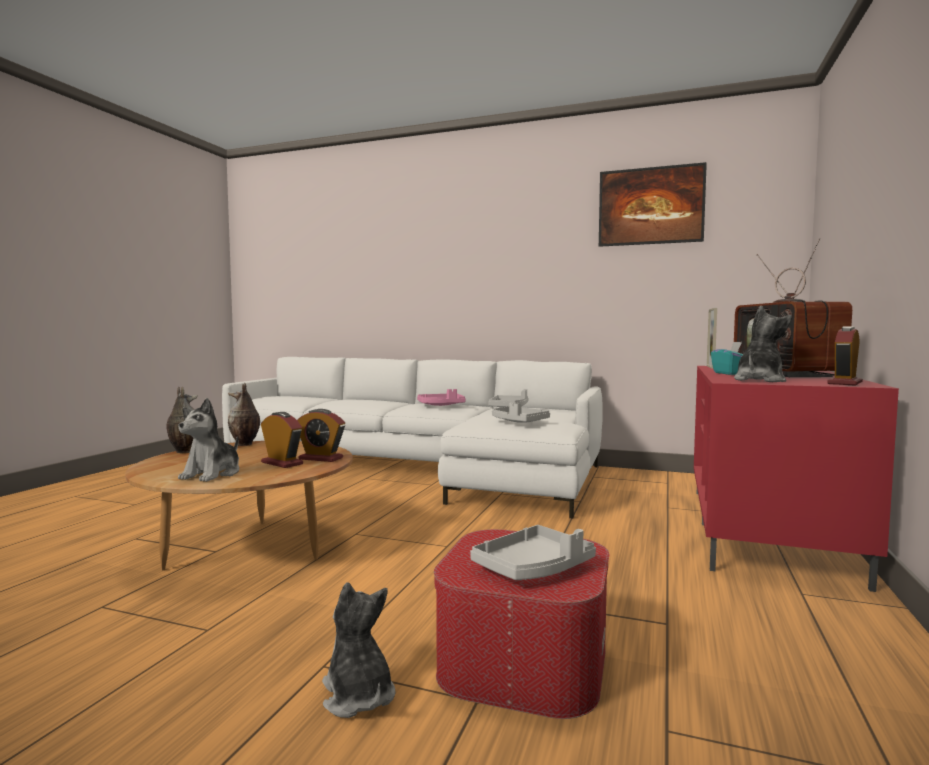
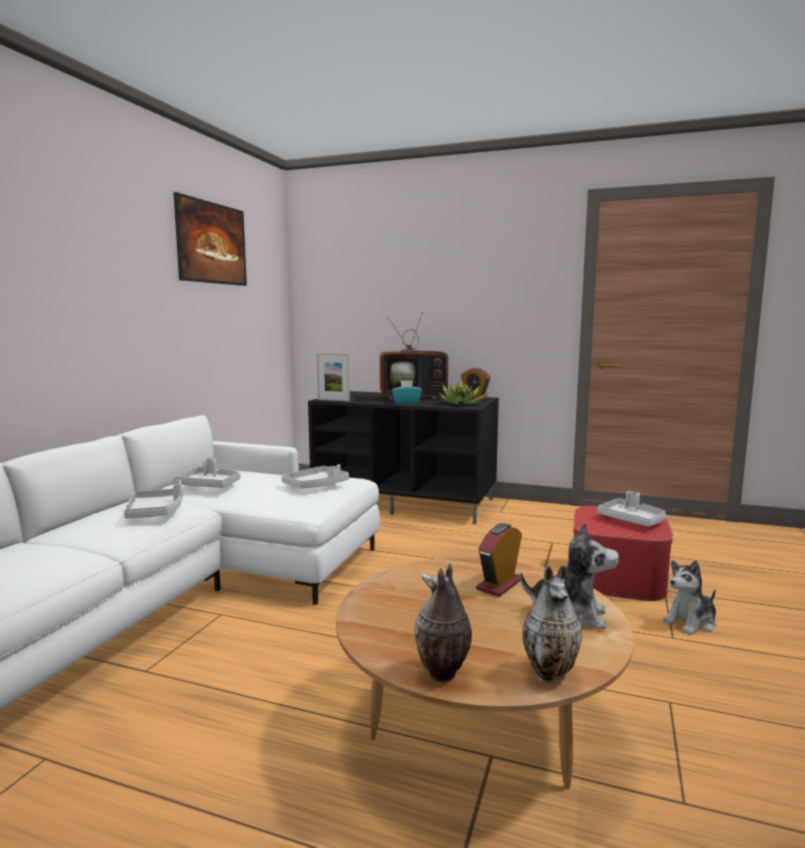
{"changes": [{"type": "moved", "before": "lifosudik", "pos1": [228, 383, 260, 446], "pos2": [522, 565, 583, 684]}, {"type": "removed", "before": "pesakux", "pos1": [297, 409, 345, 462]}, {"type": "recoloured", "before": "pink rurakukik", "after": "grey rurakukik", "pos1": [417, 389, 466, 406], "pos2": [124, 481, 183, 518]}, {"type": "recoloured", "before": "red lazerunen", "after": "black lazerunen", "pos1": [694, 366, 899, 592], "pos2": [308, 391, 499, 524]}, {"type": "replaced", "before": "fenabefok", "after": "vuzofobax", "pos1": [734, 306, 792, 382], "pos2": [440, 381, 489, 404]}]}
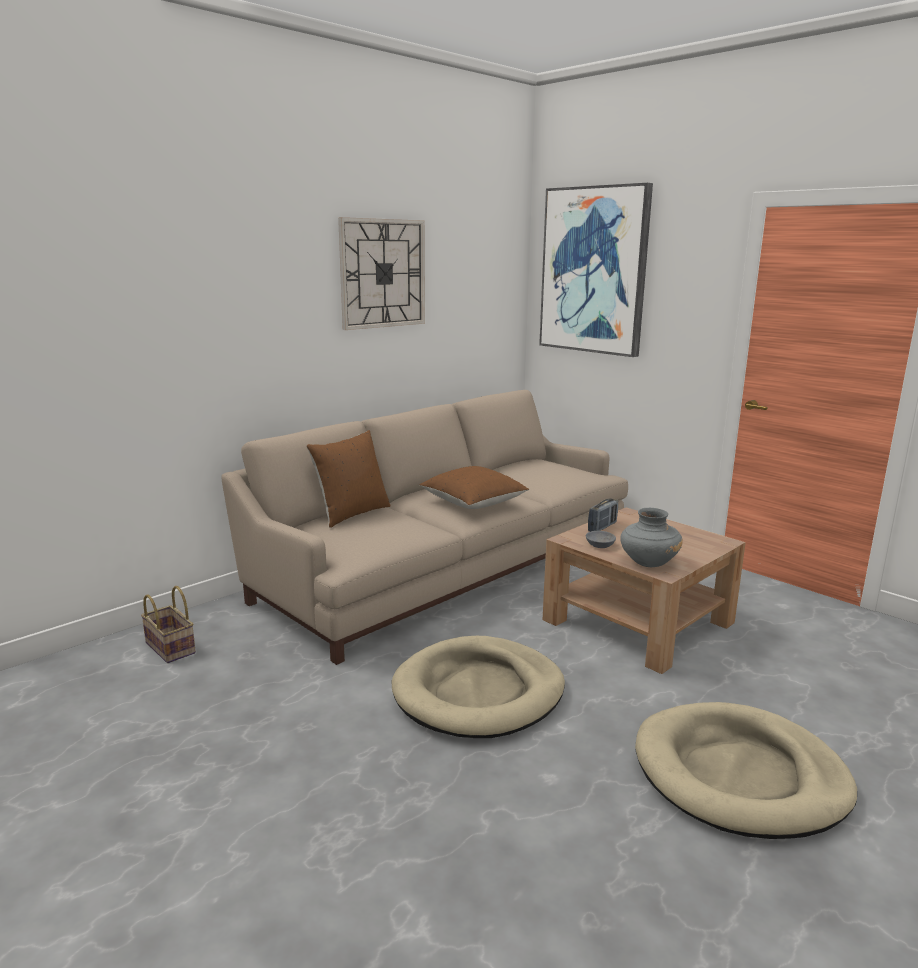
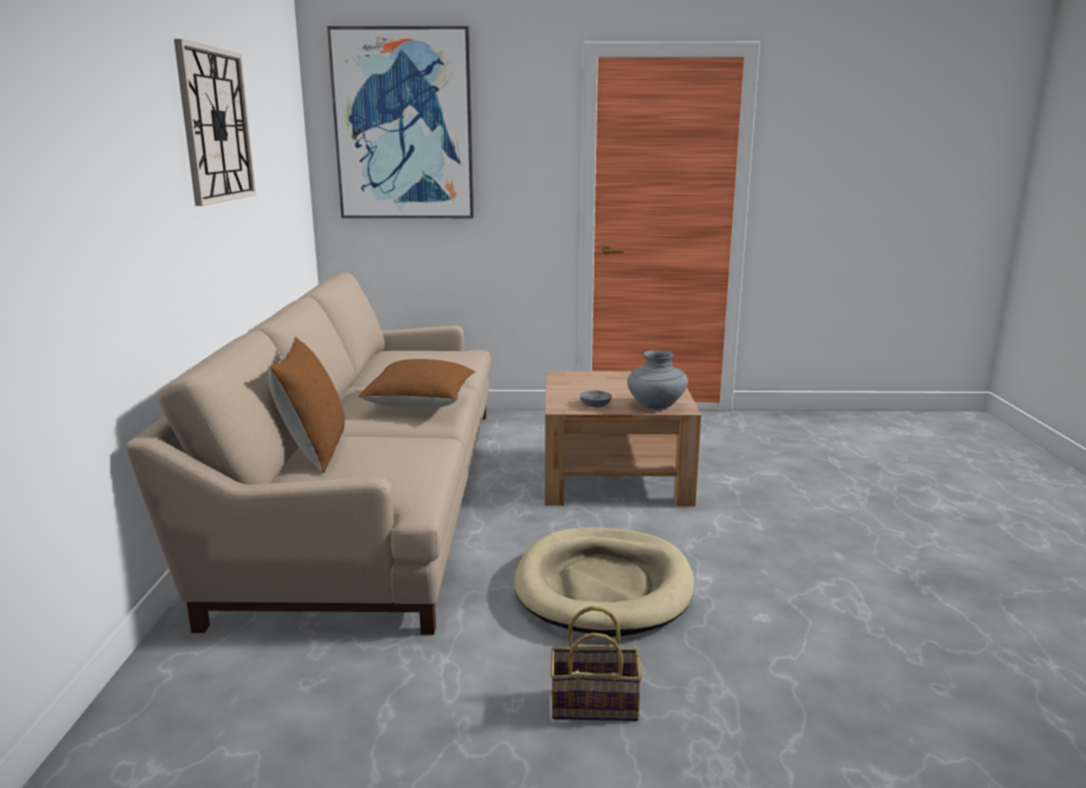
{"changes": [{"type": "moved", "before": "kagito", "pos1": [141, 586, 196, 663], "pos2": [550, 606, 642, 721]}, {"type": "removed", "before": "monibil", "pos1": [588, 498, 618, 532]}, {"type": "removed", "before": "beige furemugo", "pos1": [635, 702, 857, 839]}]}
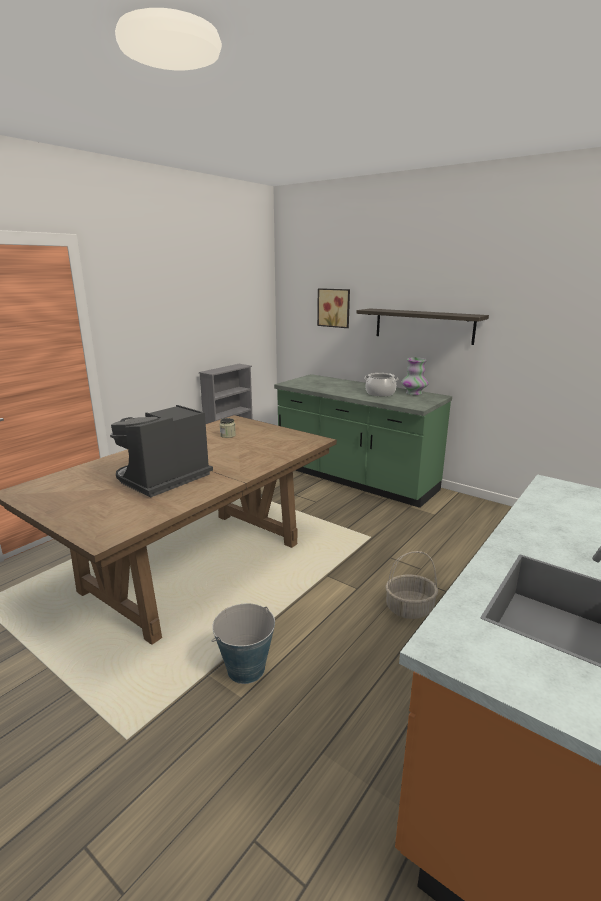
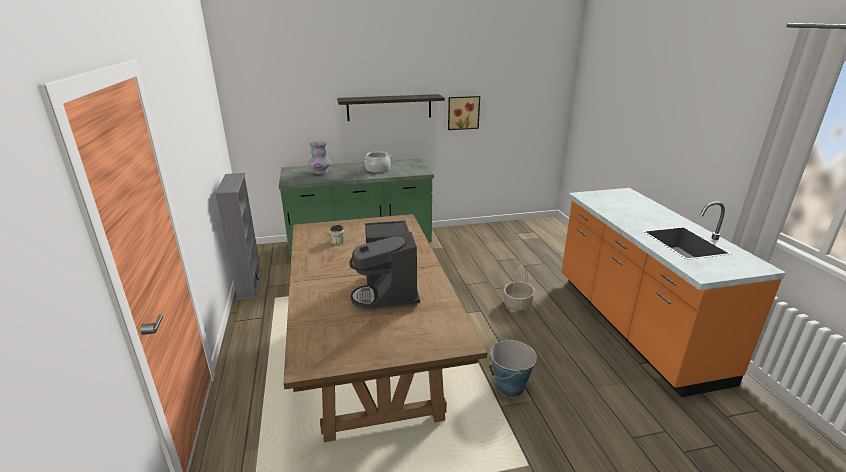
{"changes": [{"type": "moved", "before": "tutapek", "pos1": [317, 288, 350, 328], "pos2": [448, 96, 480, 130]}, {"type": "moved", "before": "lifosudik", "pos1": [401, 357, 429, 395], "pos2": [308, 141, 331, 174]}]}
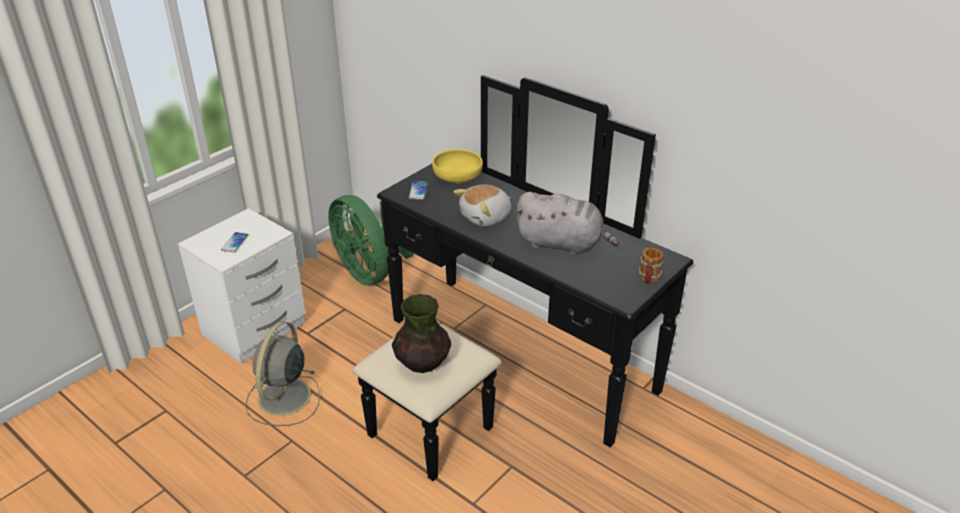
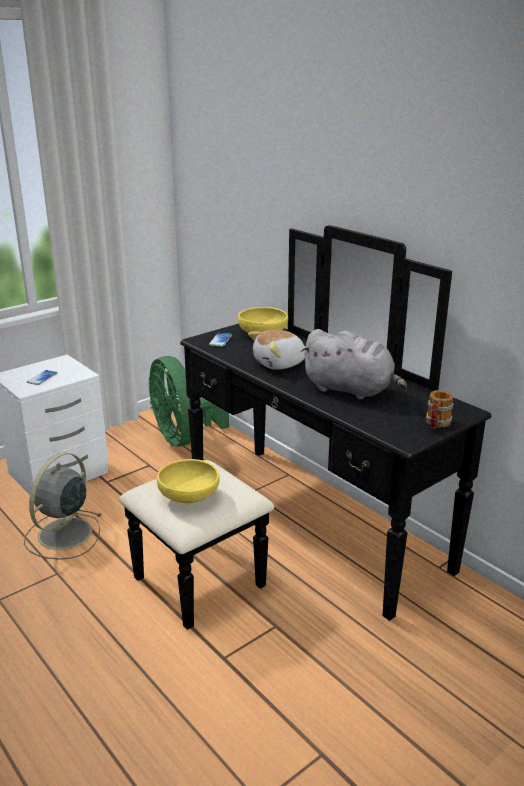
{"changes": [{"type": "replaced", "before": "lifosudik", "after": "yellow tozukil", "pos1": [392, 294, 452, 373], "pos2": [157, 459, 220, 503]}]}
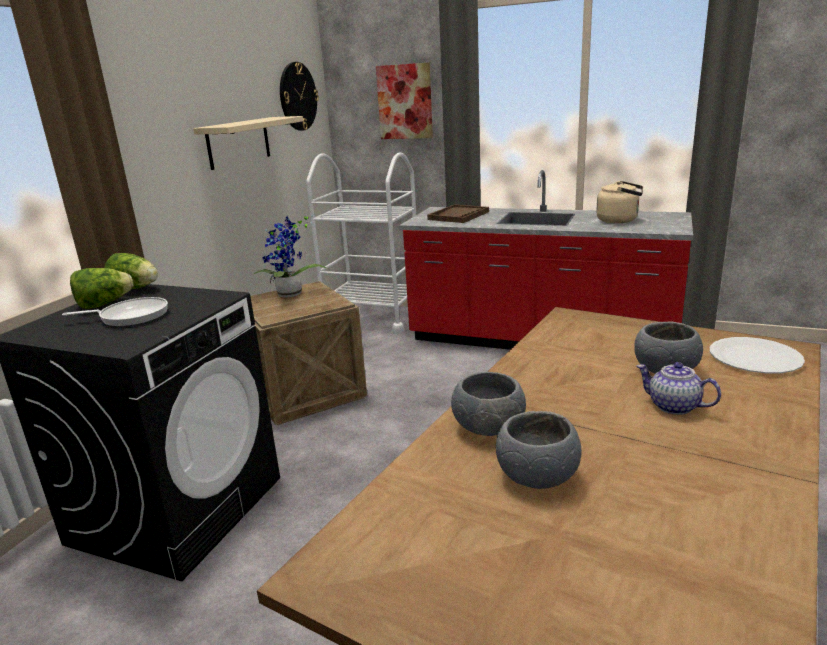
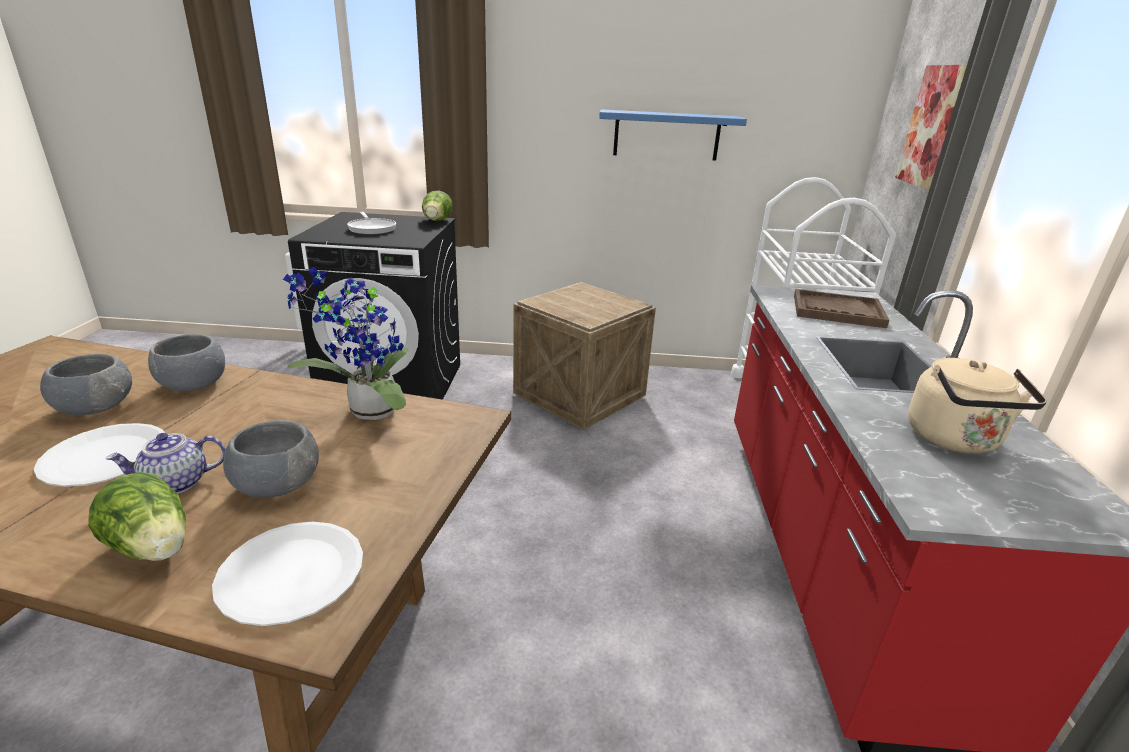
{"changes": [{"type": "moved", "before": "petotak", "pos1": [70, 268, 134, 309], "pos2": [88, 472, 186, 561]}, {"type": "recoloured", "before": "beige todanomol", "after": "blue todanomol", "pos1": [193, 116, 303, 170], "pos2": [599, 109, 747, 161]}, {"type": "moved", "before": "vuzofobax", "pos1": [253, 215, 328, 298], "pos2": [282, 267, 409, 420]}, {"type": "removed", "before": "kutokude", "pos1": [280, 62, 319, 131]}, {"type": "turned", "before": "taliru", "pos1": [637, 362, 721, 415], "pos2": [105, 433, 226, 494], "turn": -135}, {"type": "added", "after": "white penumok", "pos2": [34, 423, 165, 487]}]}
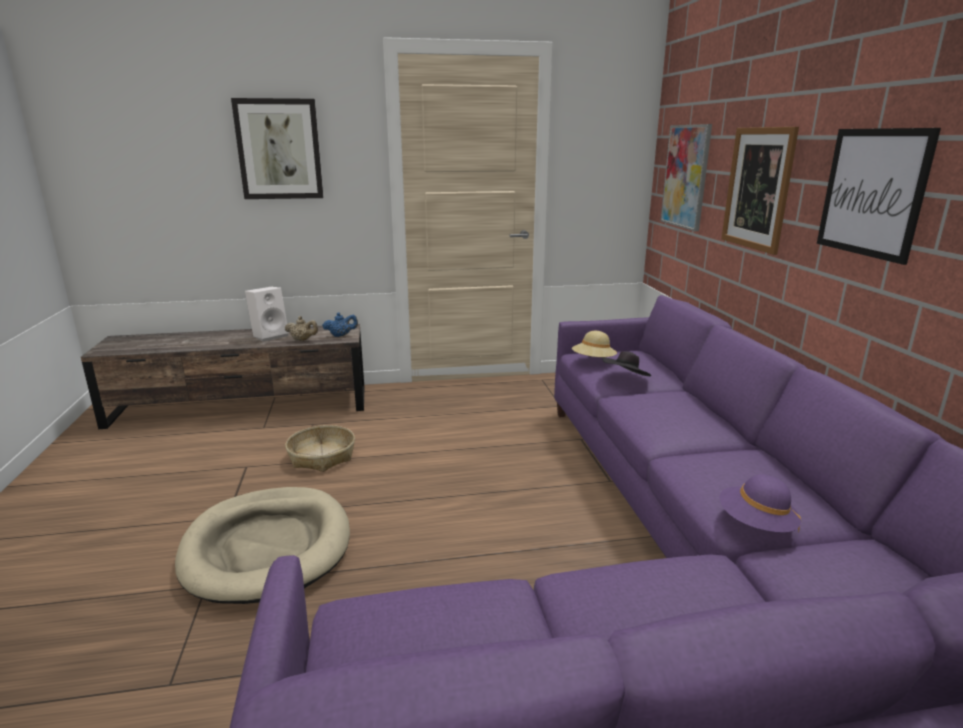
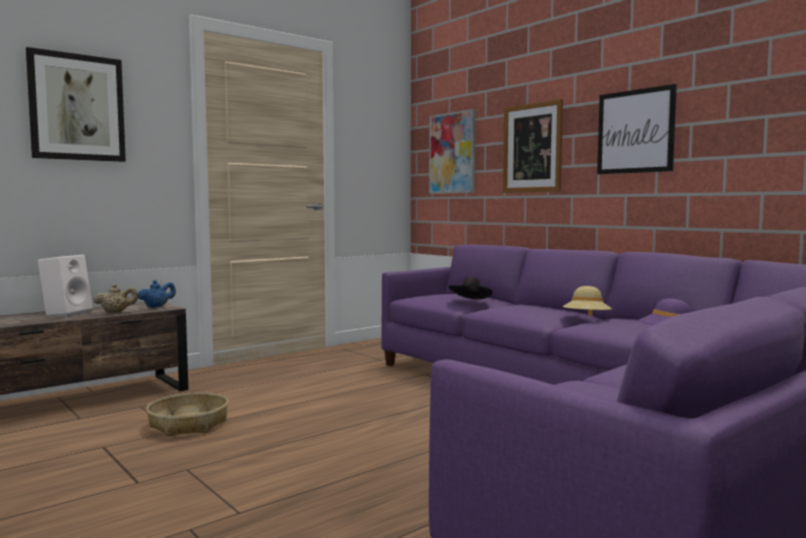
{"changes": [{"type": "removed", "before": "beige furemugo", "pos1": [175, 487, 350, 604]}, {"type": "moved", "before": "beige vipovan", "pos1": [572, 331, 617, 357], "pos2": [562, 286, 612, 316]}]}
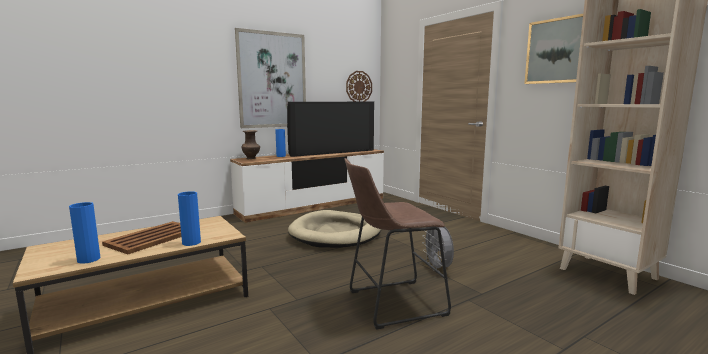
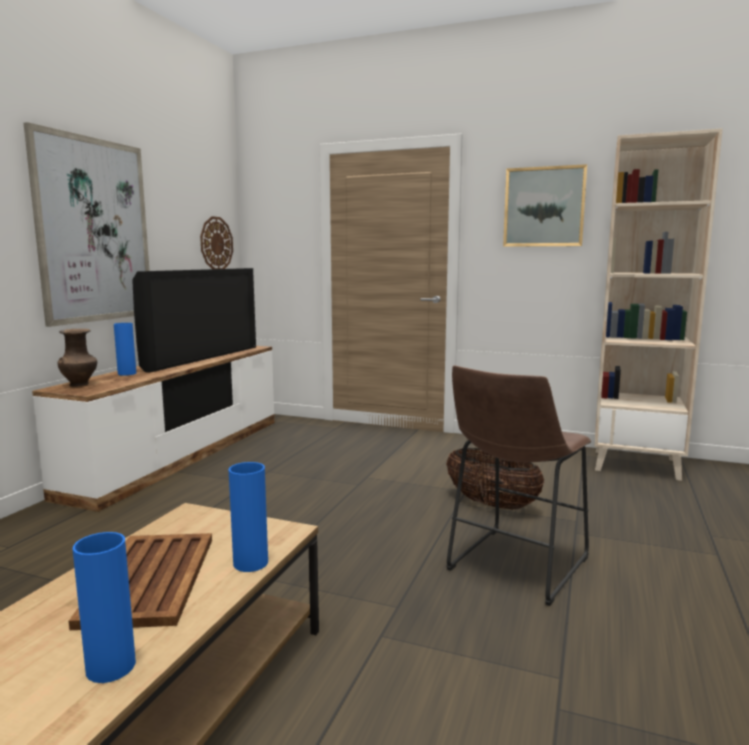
{"changes": [{"type": "removed", "before": "beige furemugo", "pos1": [288, 210, 382, 248]}, {"type": "replaced", "before": "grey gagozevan", "after": "kagito", "pos1": [422, 226, 454, 271], "pos2": [446, 448, 544, 510]}]}
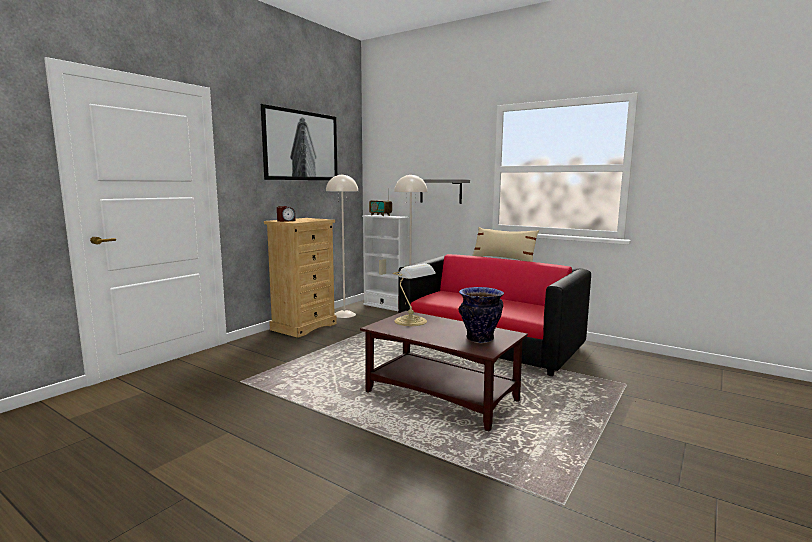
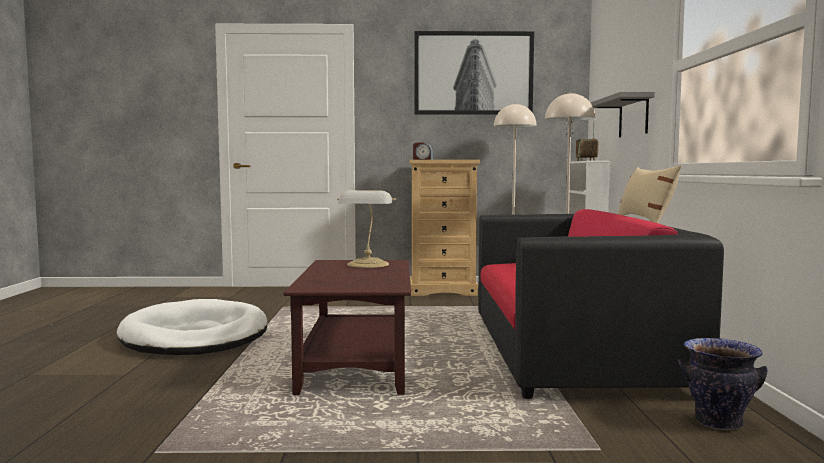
{"changes": [{"type": "moved", "before": "lifosudik", "pos1": [459, 287, 504, 343], "pos2": [678, 338, 767, 430]}, {"type": "added", "after": "white furemugo", "pos2": [117, 299, 268, 355]}]}
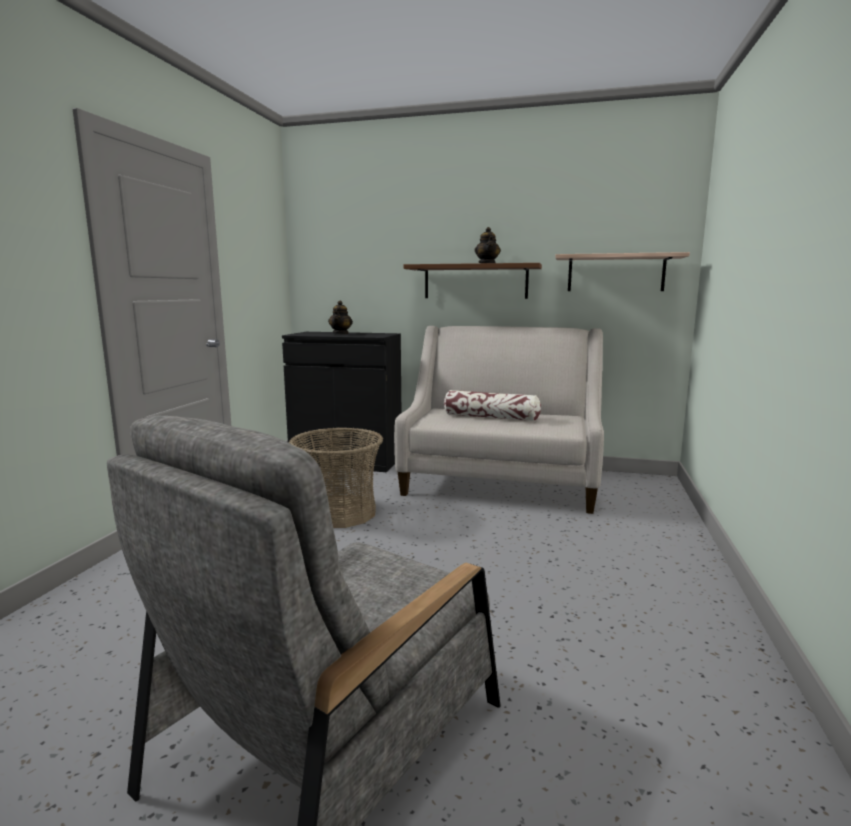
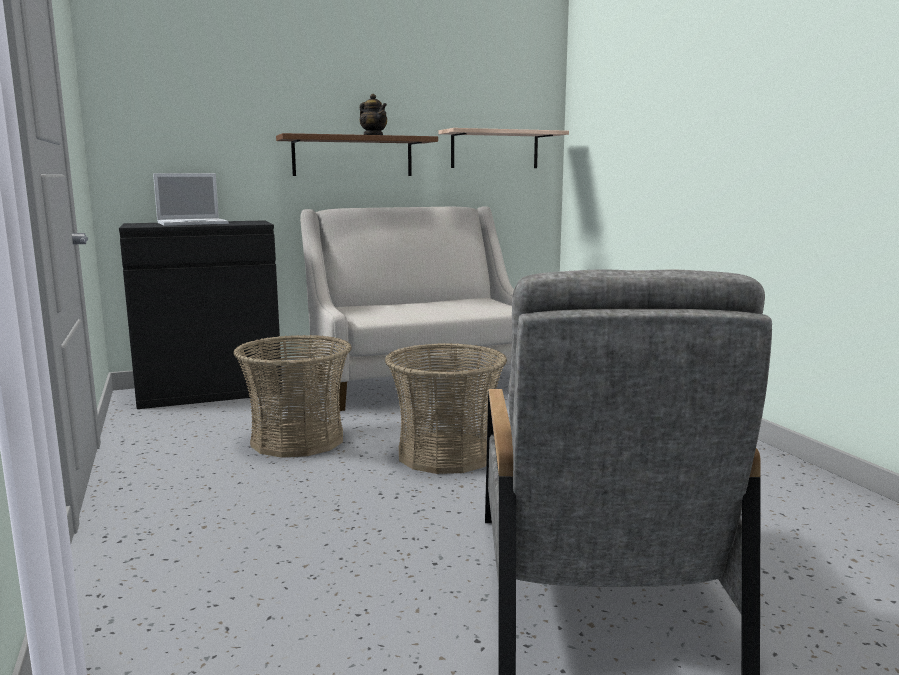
{"changes": [{"type": "replaced", "before": "taliru", "after": "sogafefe", "pos1": [328, 301, 353, 334], "pos2": [153, 173, 228, 226]}, {"type": "removed", "before": "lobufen", "pos1": [444, 390, 541, 421]}, {"type": "added", "after": "kagito", "pos2": [385, 343, 507, 474]}]}
